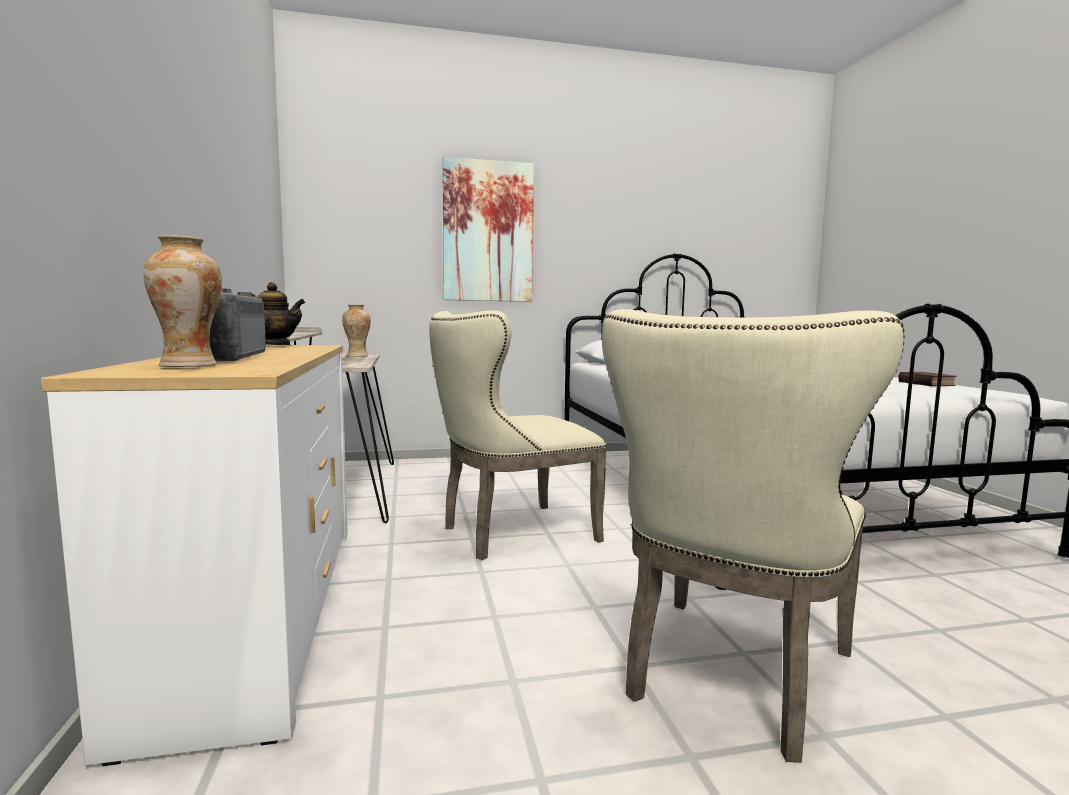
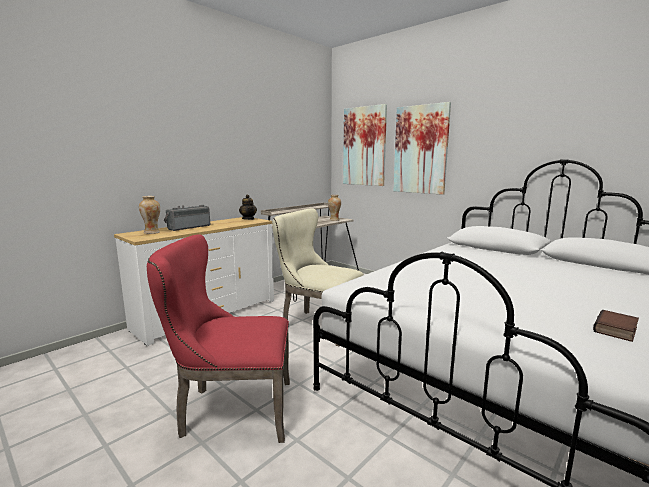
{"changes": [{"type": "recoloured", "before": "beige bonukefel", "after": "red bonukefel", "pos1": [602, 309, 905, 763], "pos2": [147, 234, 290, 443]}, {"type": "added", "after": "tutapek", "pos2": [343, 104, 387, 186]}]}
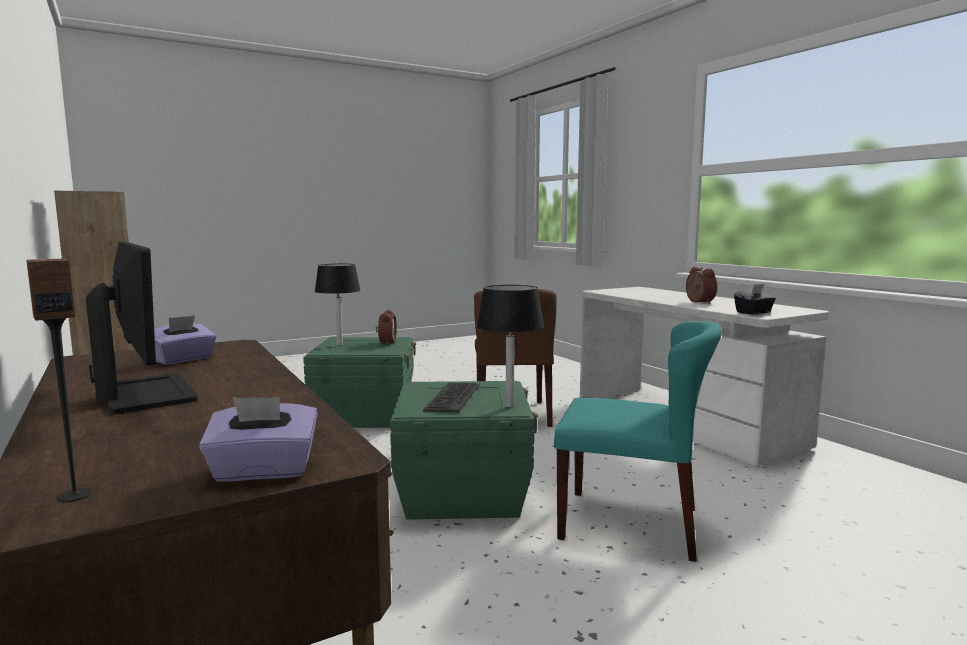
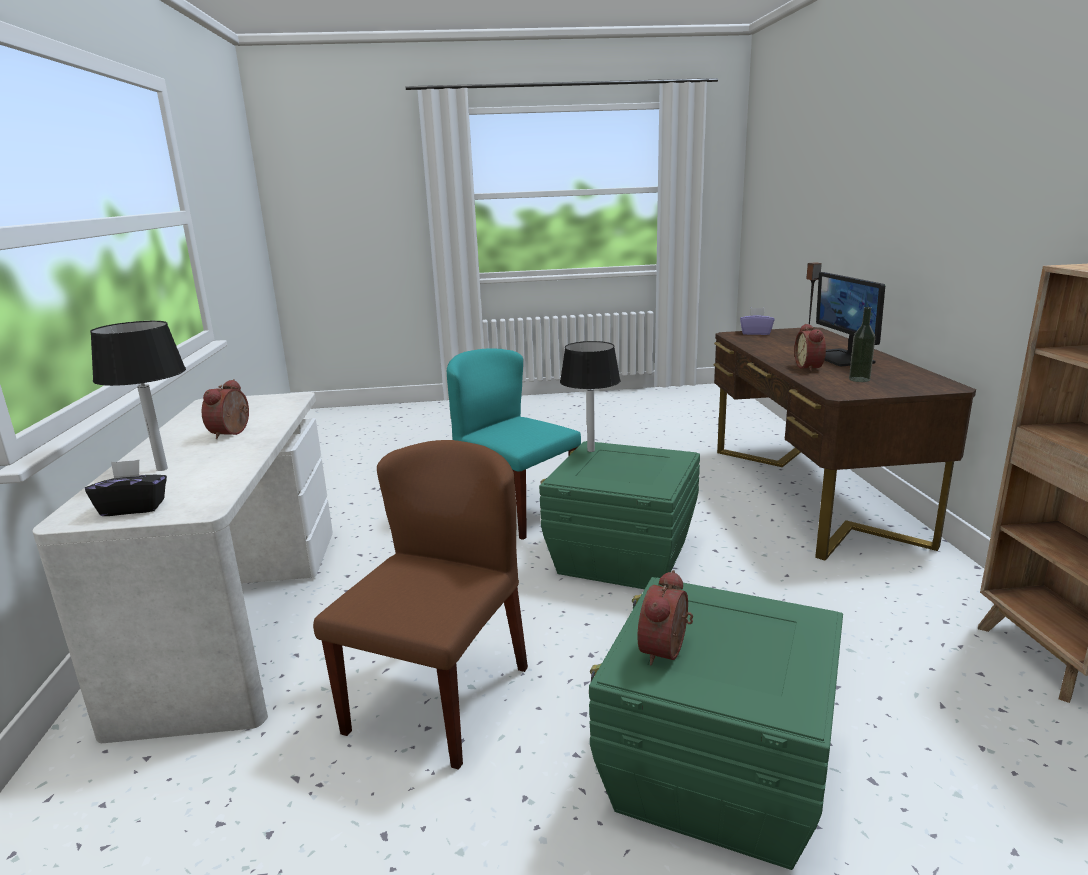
{"changes": [{"type": "replaced", "before": "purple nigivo", "after": "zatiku", "pos1": [154, 315, 217, 365], "pos2": [849, 307, 875, 382]}, {"type": "moved", "before": "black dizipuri", "pos1": [315, 264, 361, 346], "pos2": [90, 321, 186, 471]}, {"type": "removed", "before": "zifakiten", "pos1": [423, 383, 480, 413]}, {"type": "moved", "before": "black nigivo", "pos1": [734, 284, 776, 315], "pos2": [85, 460, 167, 516]}, {"type": "added", "after": "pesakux", "pos2": [795, 324, 826, 372]}]}
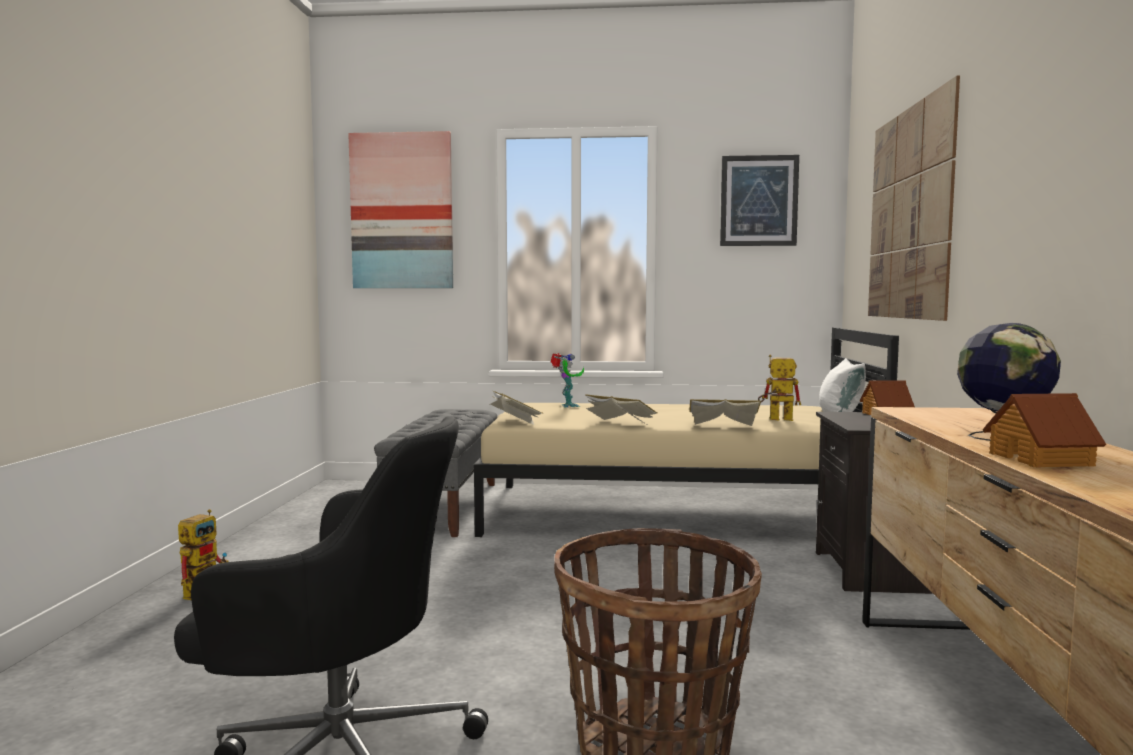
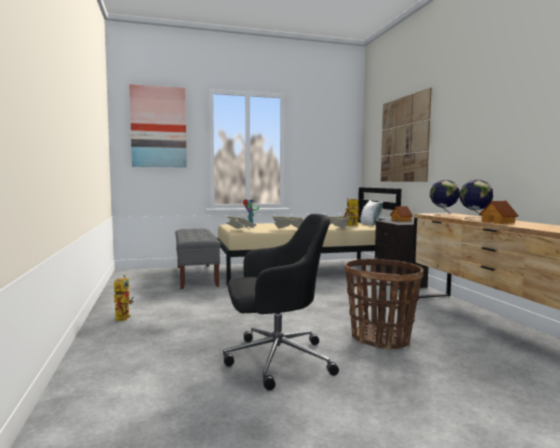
{"changes": [{"type": "removed", "before": "tutapek", "pos1": [720, 155, 799, 246]}, {"type": "added", "after": "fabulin", "pos2": [430, 179, 460, 216]}]}
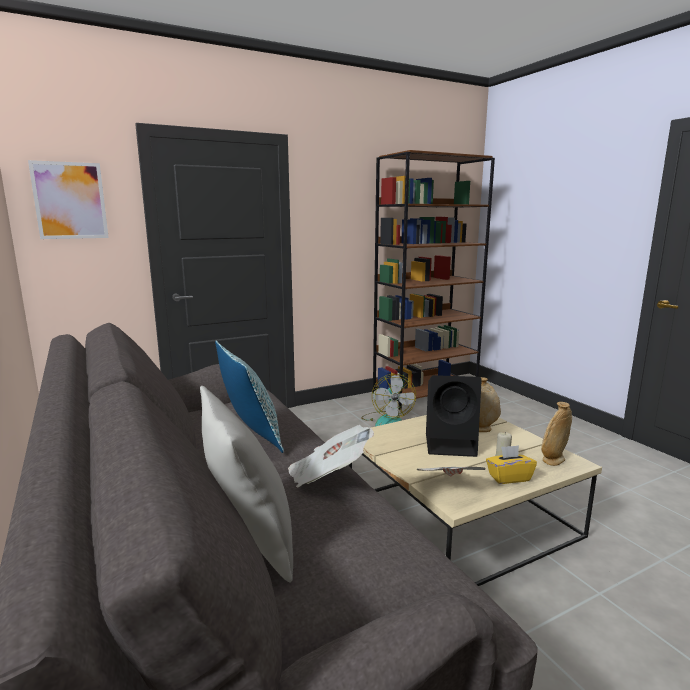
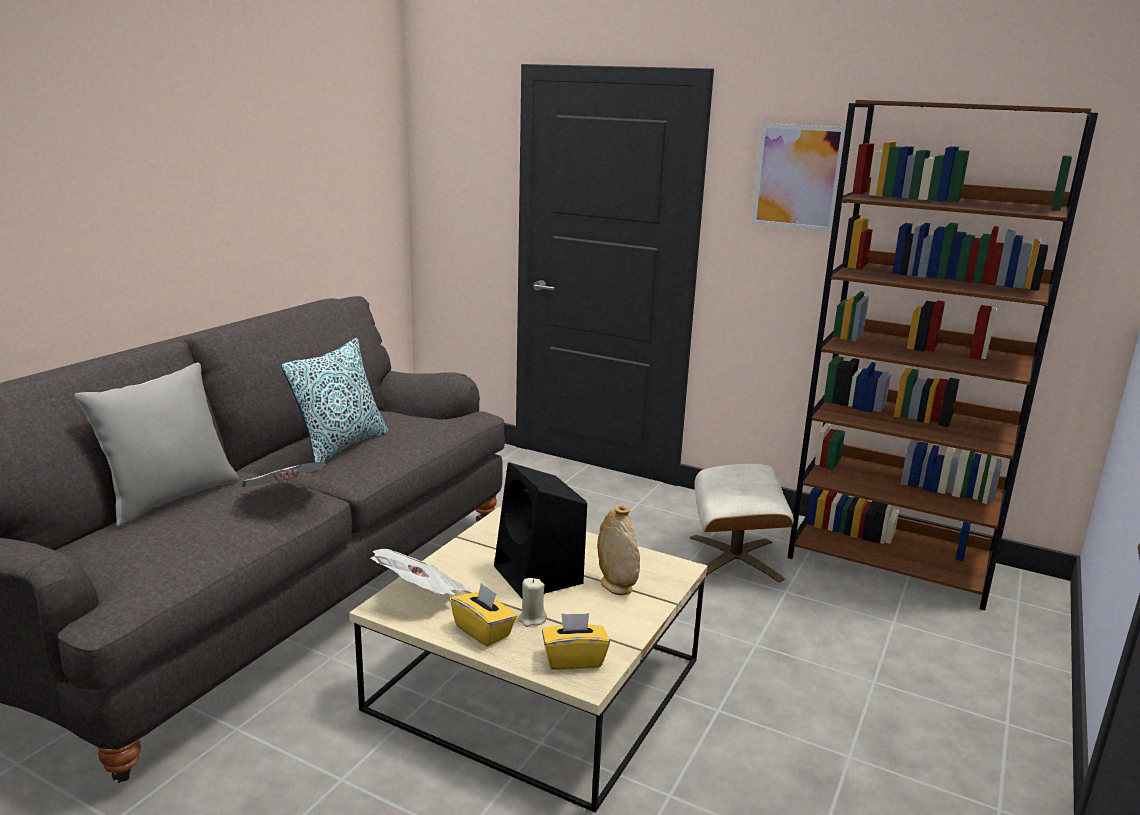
{"changes": [{"type": "moved", "before": "tutapek", "pos1": [28, 160, 109, 239], "pos2": [751, 123, 846, 232]}, {"type": "replaced", "before": "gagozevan", "after": "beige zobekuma", "pos1": [361, 374, 416, 426], "pos2": [690, 464, 794, 583]}, {"type": "replaced", "before": "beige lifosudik", "after": "yellow nigivo", "pos1": [541, 402, 572, 466], "pos2": [542, 613, 610, 670]}]}
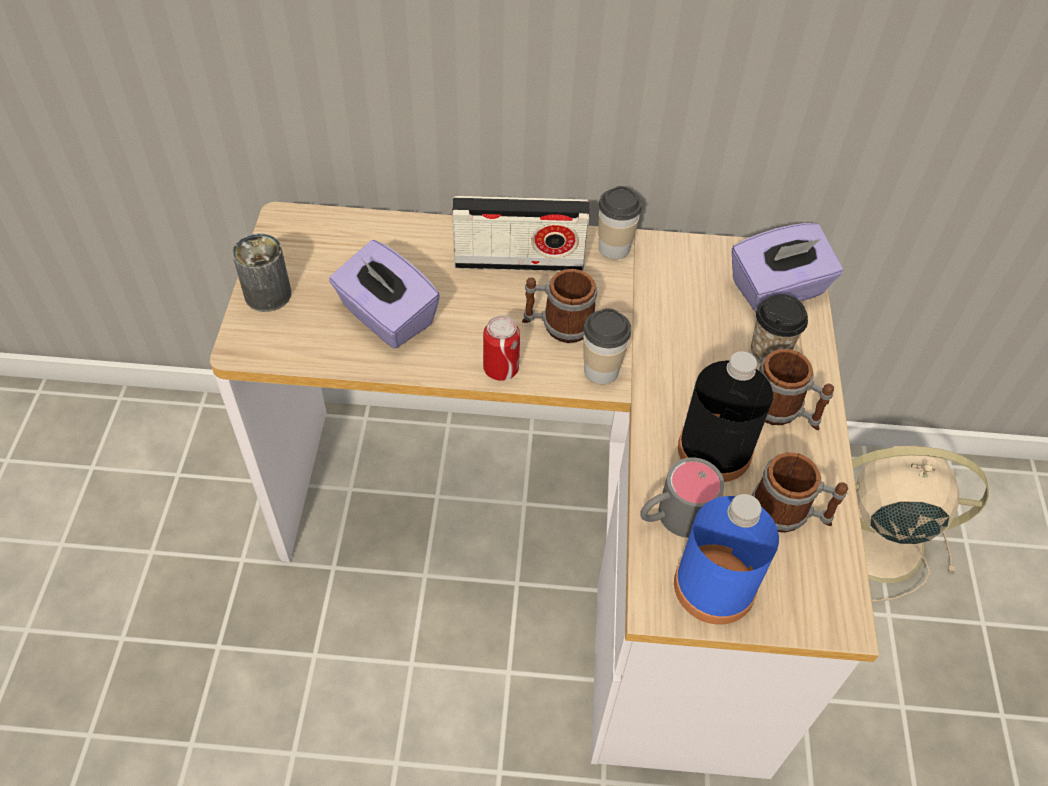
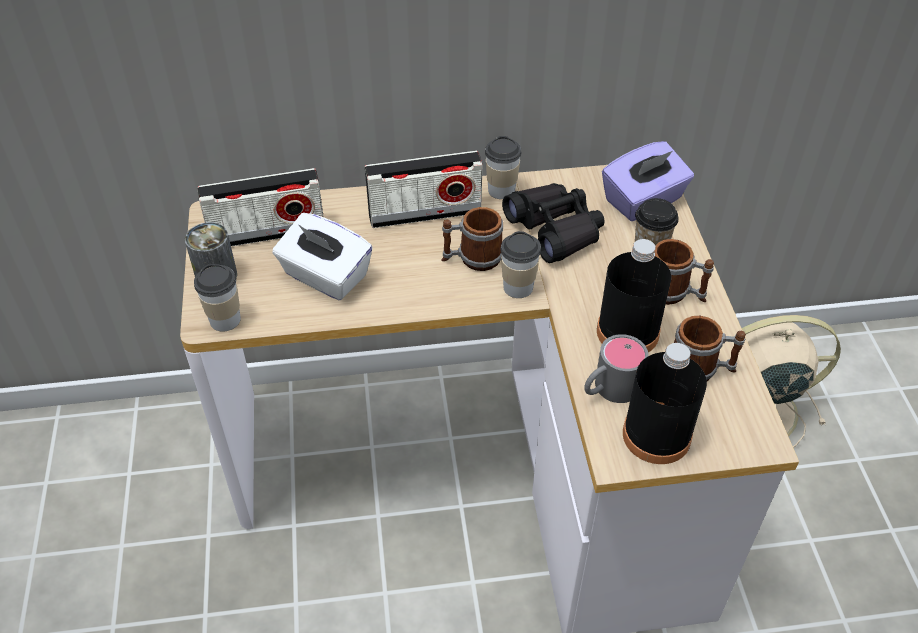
{"changes": [{"type": "recoloured", "before": "purple nigivo", "after": "white nigivo", "pos1": [329, 240, 440, 349], "pos2": [272, 213, 373, 300]}, {"type": "removed", "before": "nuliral", "pos1": [483, 315, 520, 381]}, {"type": "recoloured", "before": "blue zatiku", "after": "black zatiku", "pos1": [674, 494, 779, 625], "pos2": [623, 343, 707, 464]}, {"type": "added", "after": "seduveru", "pos2": [194, 264, 241, 332]}, {"type": "added", "after": "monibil", "pos2": [198, 168, 324, 246]}, {"type": "added", "after": "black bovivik", "pos2": [502, 183, 605, 263]}]}
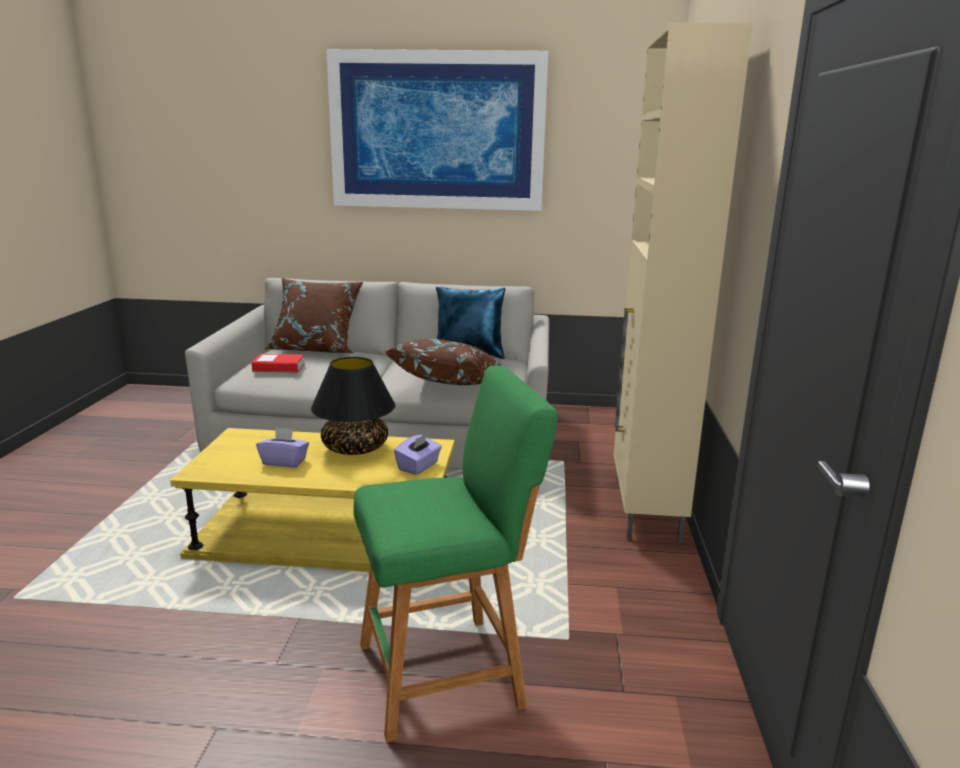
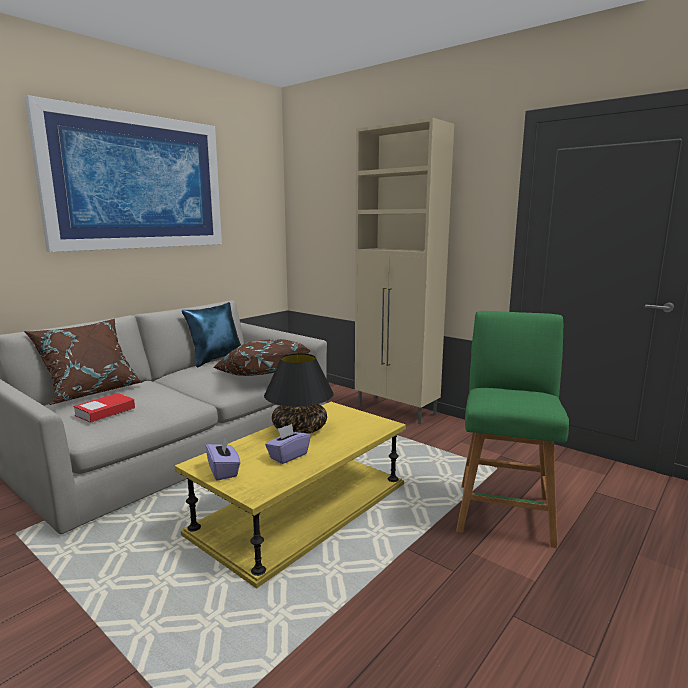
{"changes": [{"type": "moved", "before": "purple nigivo", "pos1": [394, 433, 442, 475], "pos2": [206, 439, 240, 481]}]}
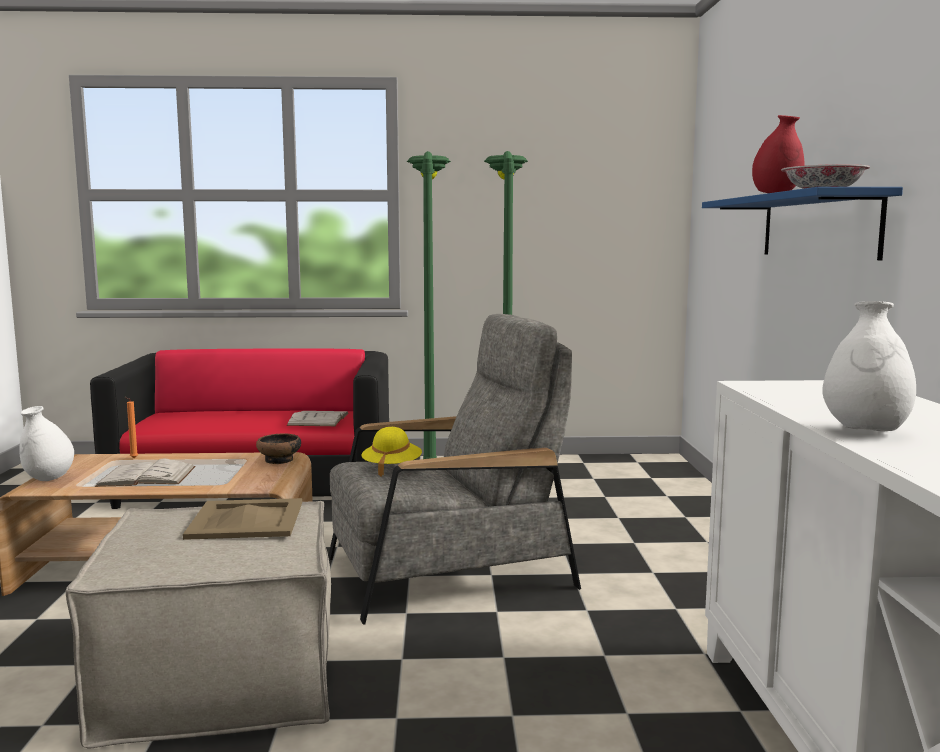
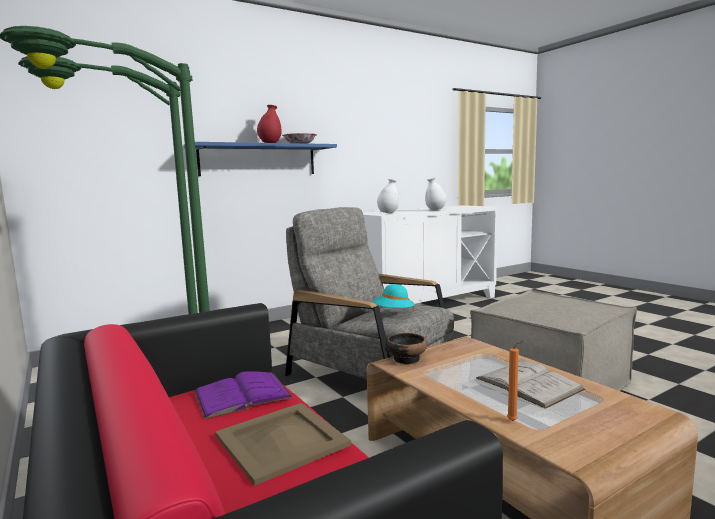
{"changes": [{"type": "moved", "before": "white lifosudik", "pos1": [19, 406, 74, 481], "pos2": [377, 179, 399, 214]}, {"type": "moved", "before": "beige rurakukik", "pos1": [183, 498, 302, 540], "pos2": [215, 403, 351, 486]}, {"type": "recoloured", "before": "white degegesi", "after": "purple degegesi", "pos1": [286, 411, 349, 426], "pos2": [194, 371, 293, 420]}, {"type": "recoloured", "before": "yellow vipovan", "after": "turquoise vipovan", "pos1": [361, 427, 422, 477], "pos2": [373, 284, 415, 311]}]}
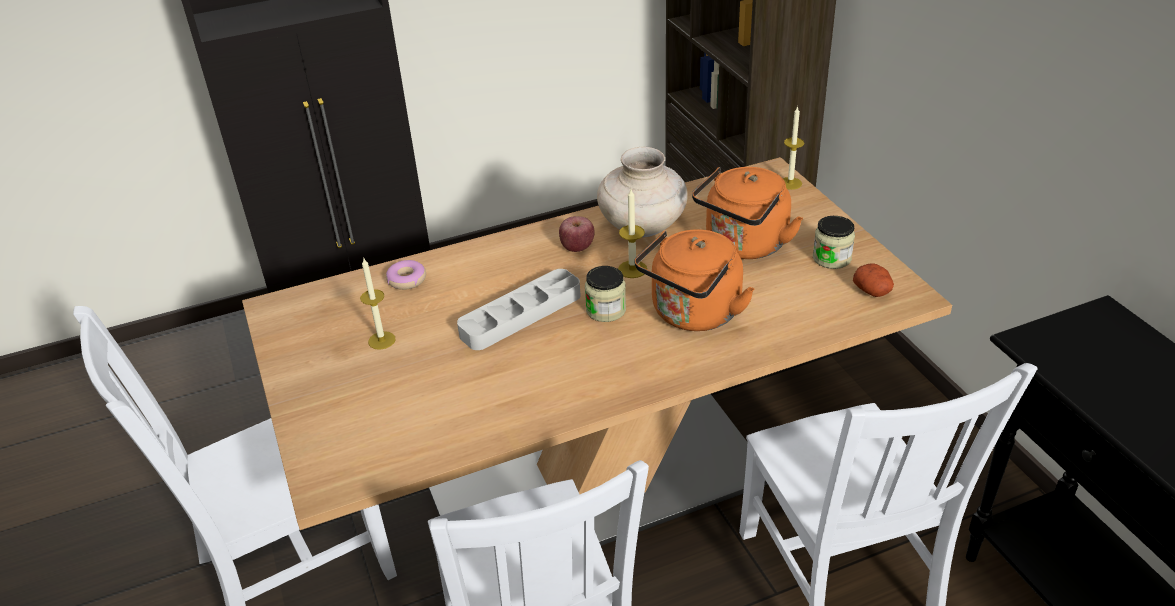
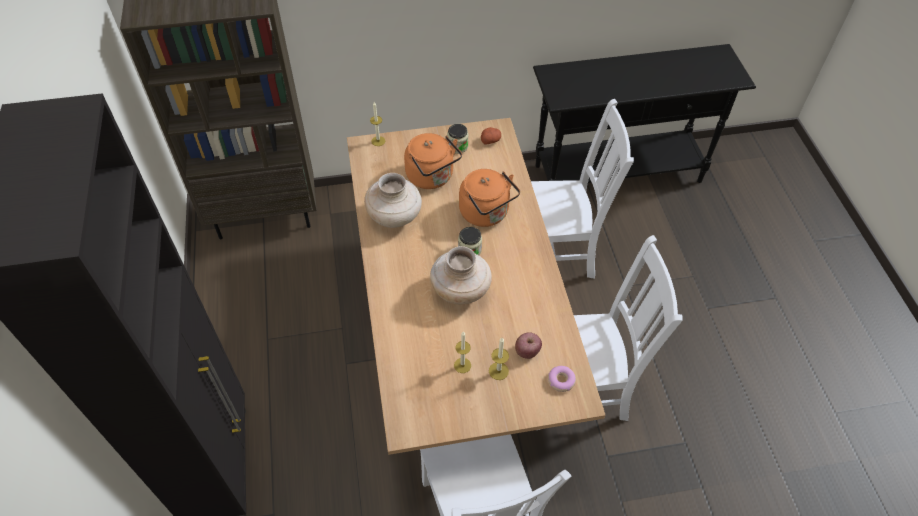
{"changes": [{"type": "moved", "before": "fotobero", "pos1": [386, 260, 426, 290], "pos2": [548, 366, 576, 392]}, {"type": "replaced", "before": "grey rurakukik", "after": "beige lifosudik", "pos1": [457, 269, 581, 350], "pos2": [430, 246, 492, 304]}, {"type": "moved", "before": "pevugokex", "pos1": [559, 216, 594, 252], "pos2": [515, 332, 542, 359]}, {"type": "moved", "before": "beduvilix", "pos1": [618, 189, 647, 278], "pos2": [489, 338, 509, 380]}]}
